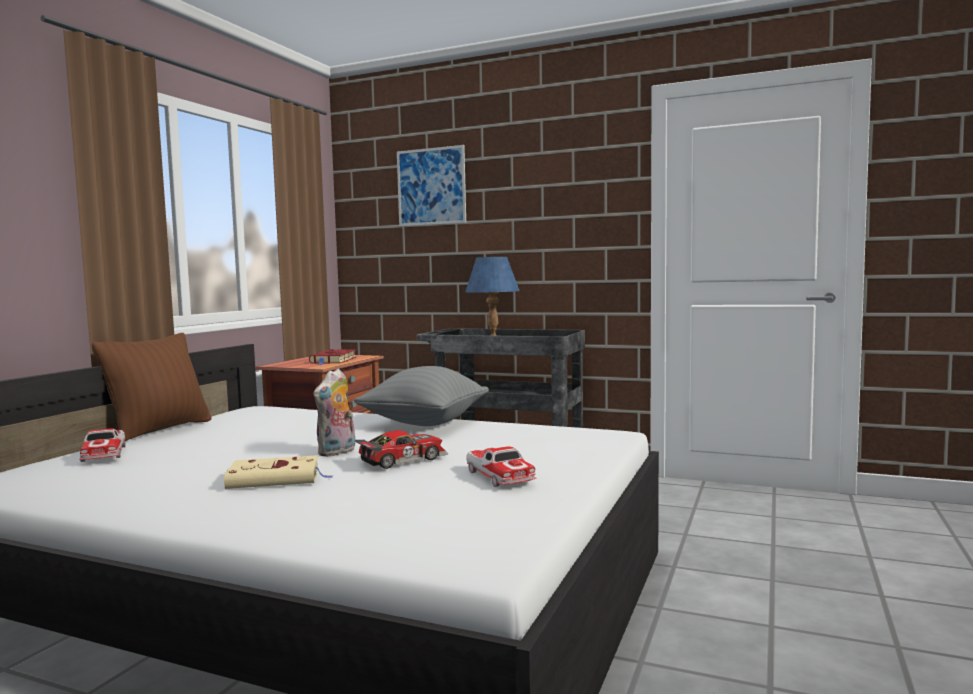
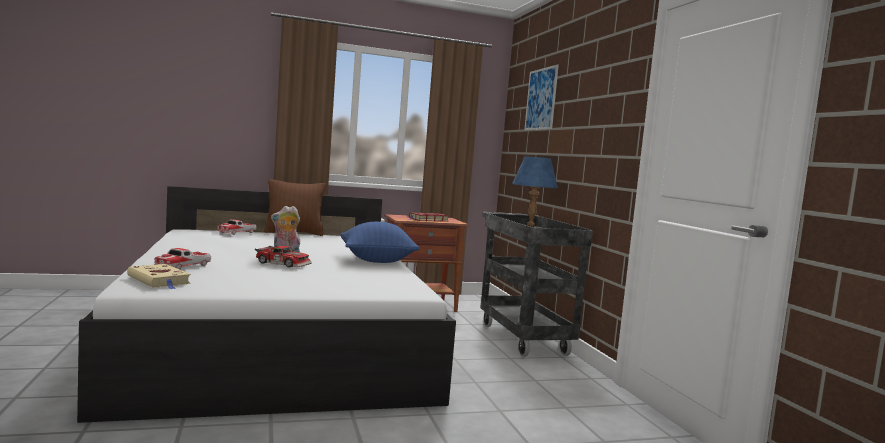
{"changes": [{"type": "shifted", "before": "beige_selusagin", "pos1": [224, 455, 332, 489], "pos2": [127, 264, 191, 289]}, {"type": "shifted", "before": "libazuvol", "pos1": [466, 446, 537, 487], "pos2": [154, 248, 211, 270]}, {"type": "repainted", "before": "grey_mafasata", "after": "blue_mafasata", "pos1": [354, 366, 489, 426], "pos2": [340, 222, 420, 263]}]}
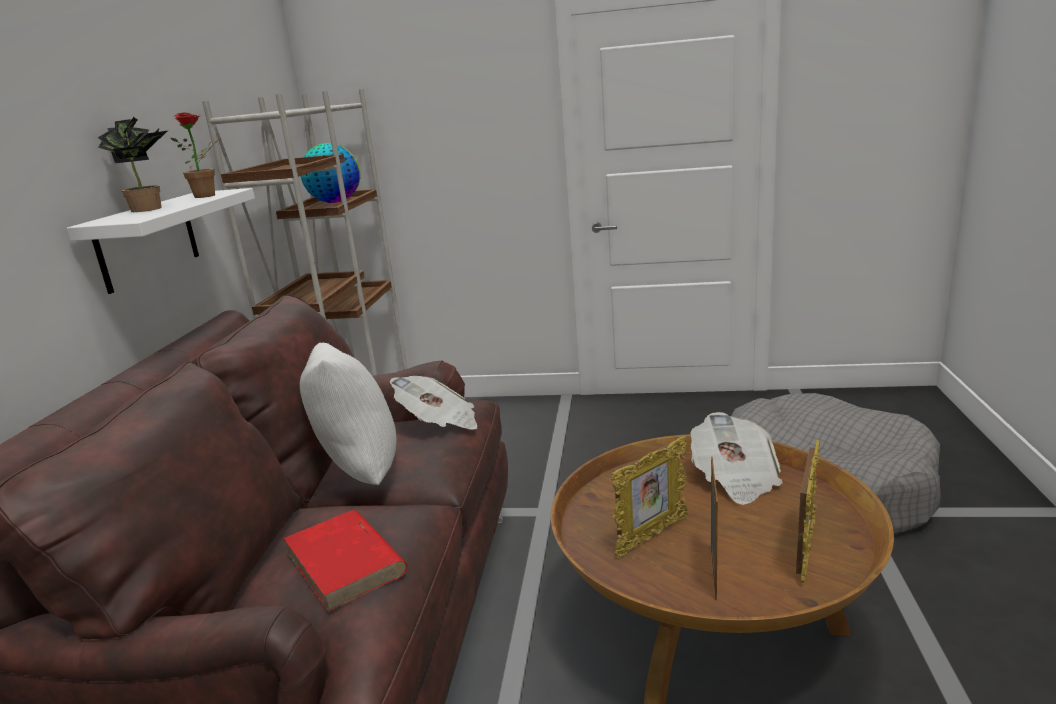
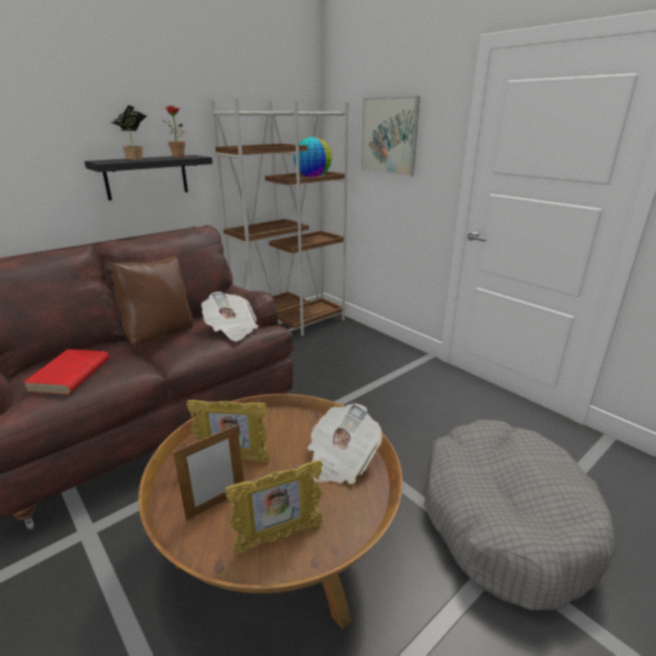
{"changes": [{"type": "new", "after": "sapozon", "pos2": [361, 96, 420, 176]}, {"type": "repainted", "before": "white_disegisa", "after": "black_disegisa", "pos1": [67, 188, 255, 294], "pos2": [84, 155, 213, 201]}, {"type": "repainted", "before": "white_mafasata", "after": "brown_mafasata", "pos1": [300, 343, 396, 485], "pos2": [112, 256, 193, 345]}]}
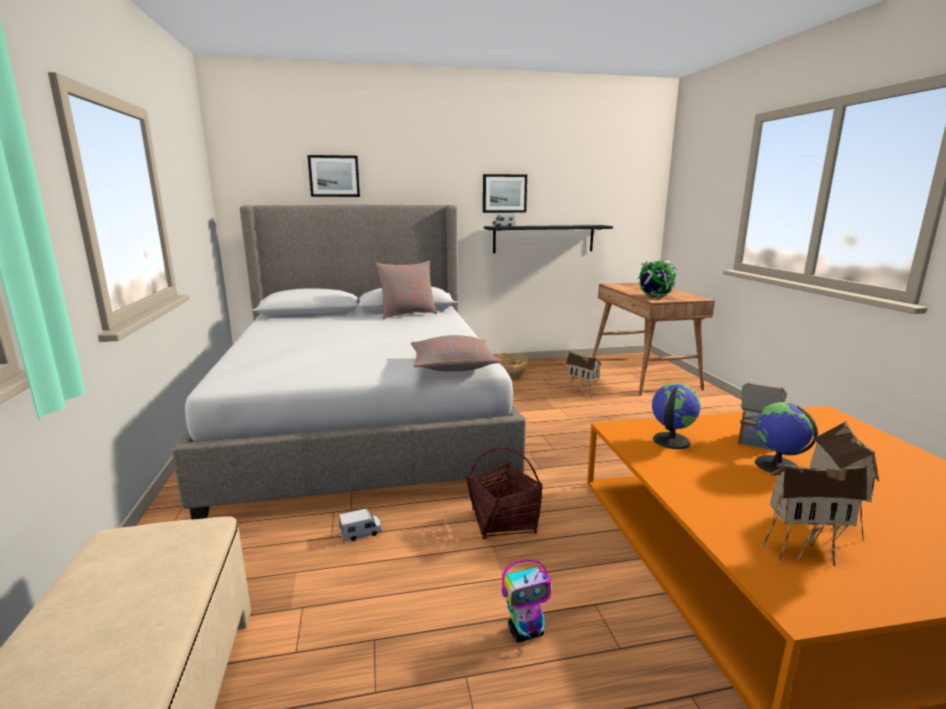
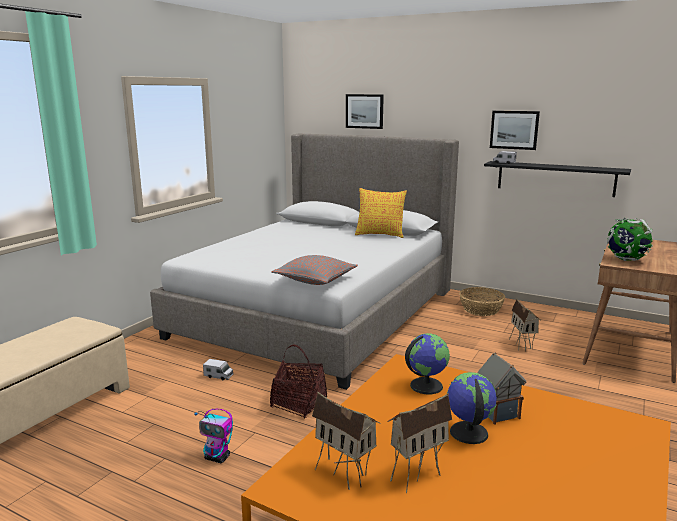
{"changes": [{"type": "repainted", "before": "grey_mafasata", "after": "yellow_mafasata", "pos1": [376, 261, 437, 319], "pos2": [355, 188, 407, 238]}]}
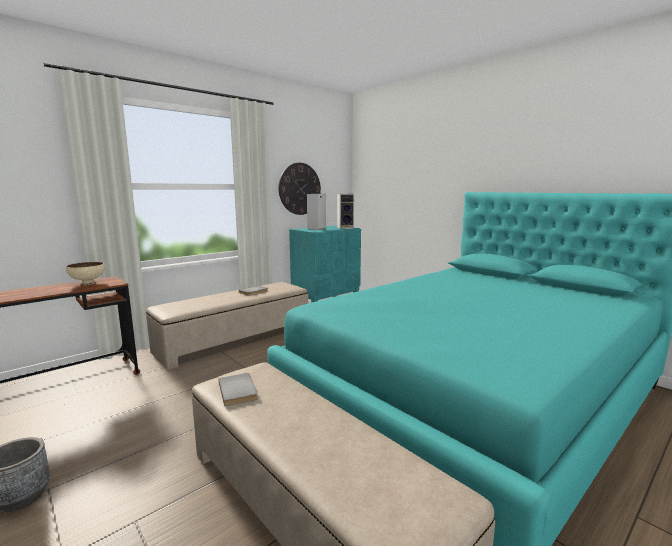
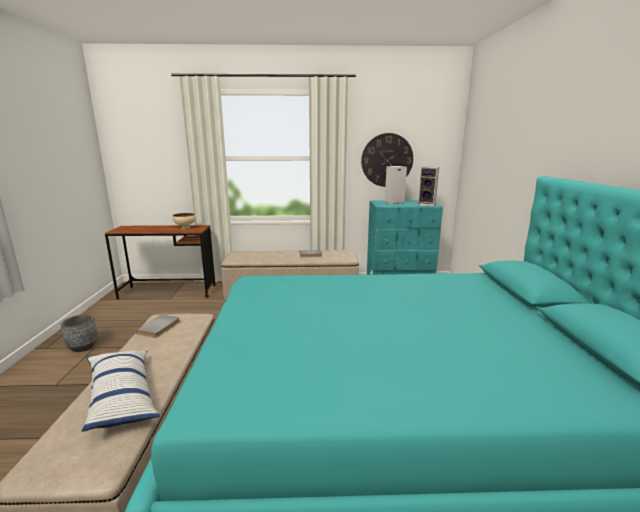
{"changes": [{"type": "new", "after": "mafasata", "pos2": [82, 351, 160, 432]}]}
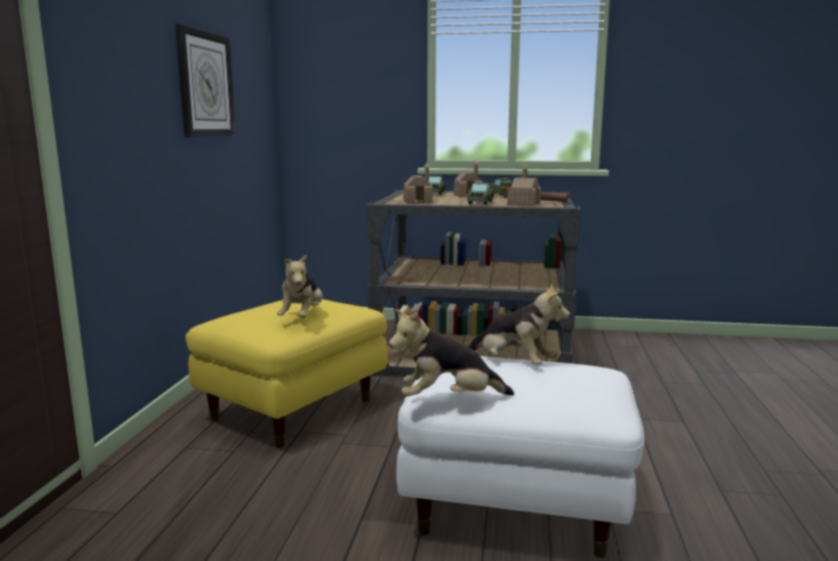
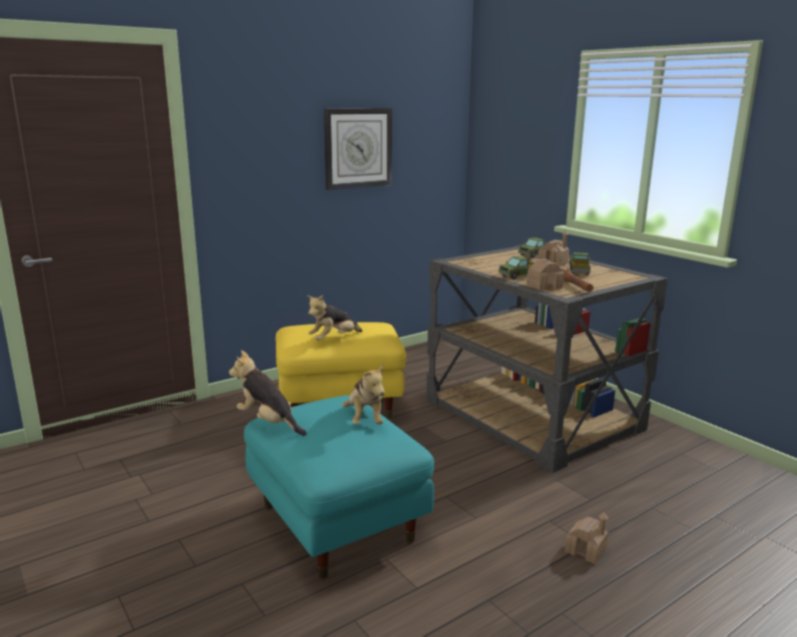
{"changes": [{"type": "shifted", "before": "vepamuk", "pos1": [403, 163, 433, 203], "pos2": [565, 512, 609, 564]}, {"type": "repainted", "before": "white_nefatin", "after": "turquoise_nefatin", "pos1": [396, 356, 644, 558], "pos2": [244, 395, 434, 579]}]}
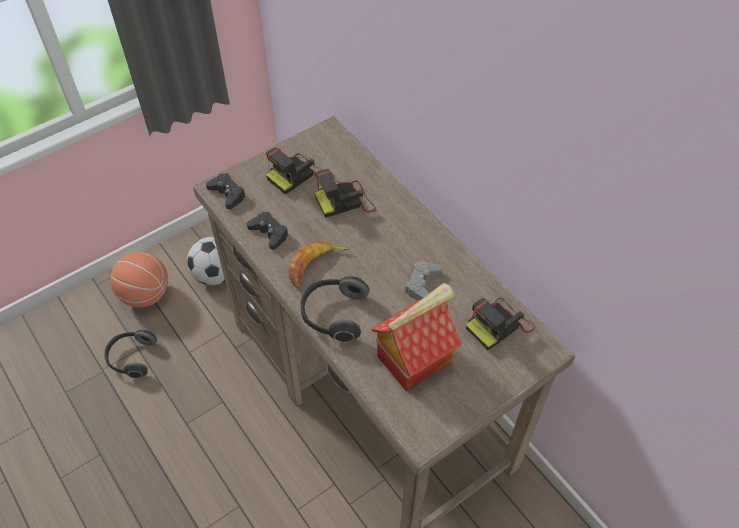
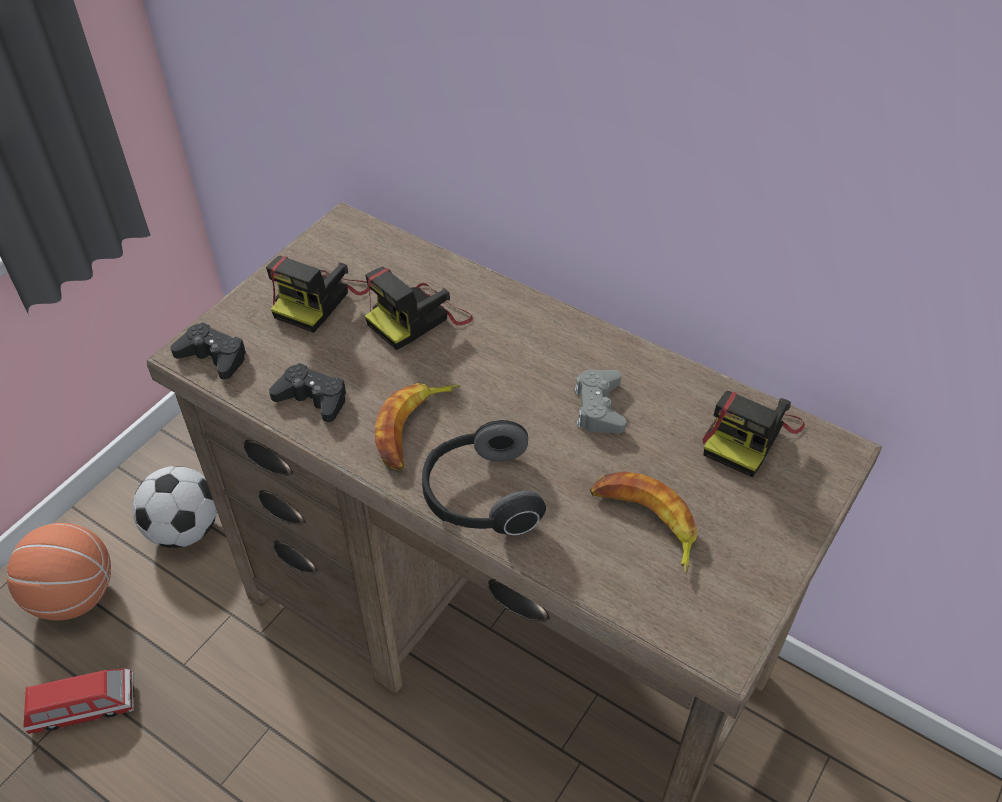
{"changes": [{"type": "swapped", "before": "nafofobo", "after": "libazuvol", "pos1": [104, 329, 157, 378], "pos2": [24, 666, 134, 735]}, {"type": "swapped", "before": "vepamuk", "after": "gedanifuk", "pos1": [371, 283, 461, 391], "pos2": [590, 471, 698, 574]}]}
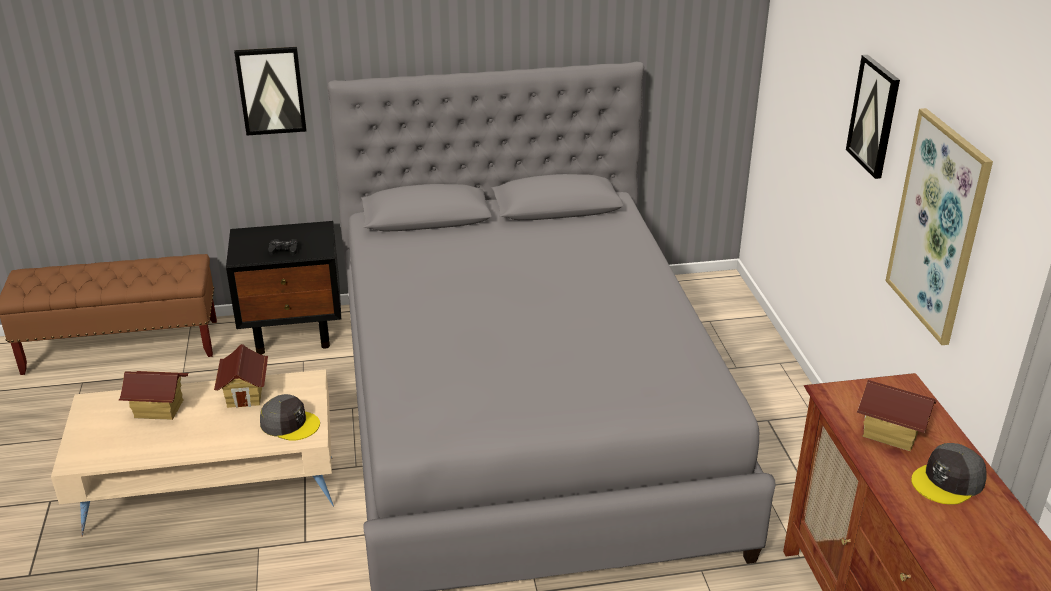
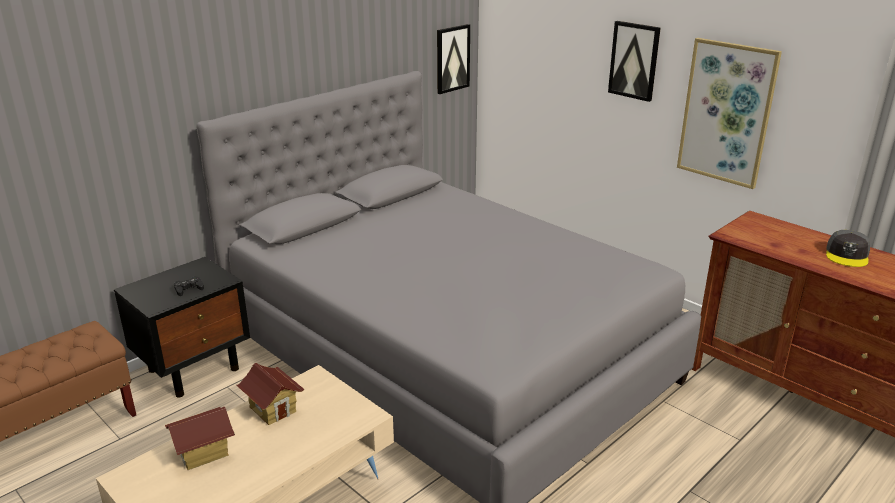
{"changes": [{"type": "gone", "before": "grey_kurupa", "pos1": [260, 394, 320, 441]}, {"type": "gone", "before": "vepamuk", "pos1": [857, 380, 937, 451]}, {"type": "shifted", "before": "sapozon", "pos1": [234, 47, 306, 135], "pos2": [437, 24, 470, 94]}]}
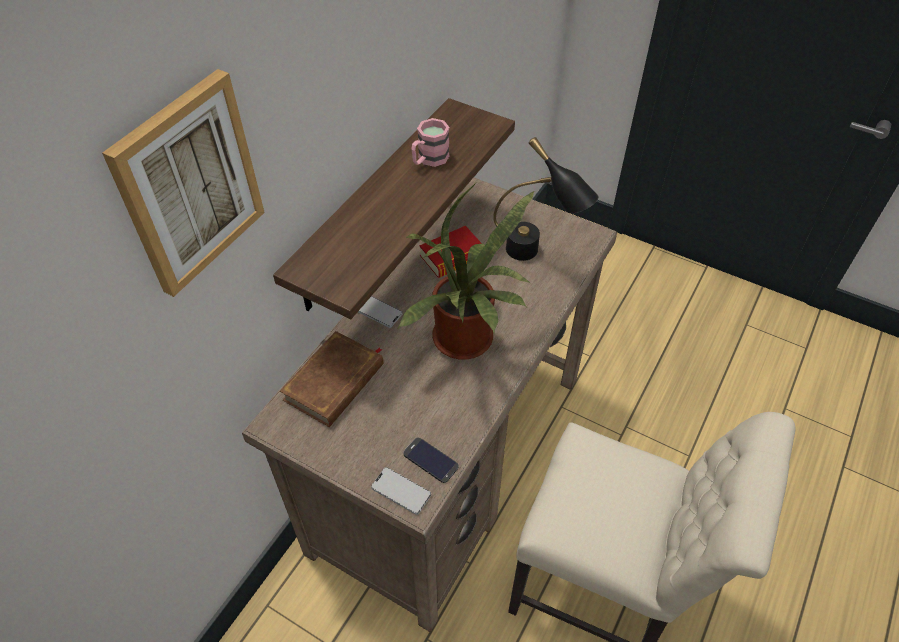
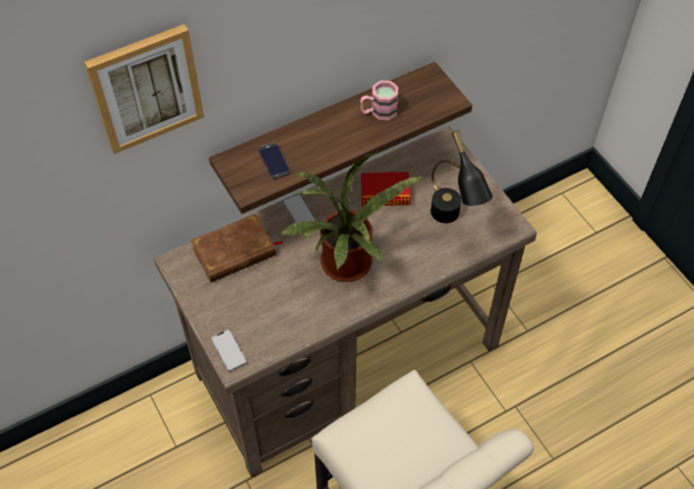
{"changes": [{"type": "shifted", "before": "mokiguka", "pos1": [403, 437, 459, 483], "pos2": [258, 142, 290, 179]}]}
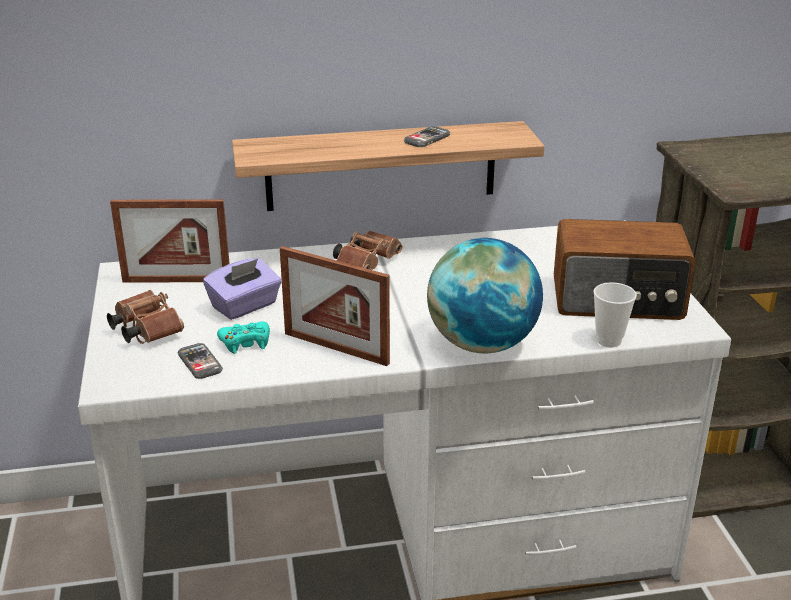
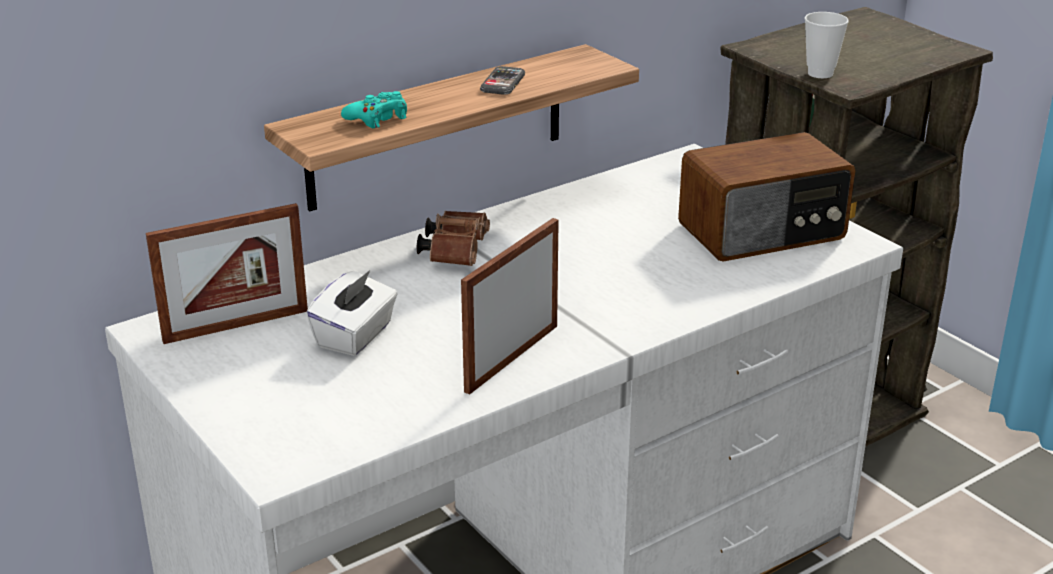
{"changes": [{"type": "gone", "before": "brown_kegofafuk", "pos1": [107, 290, 184, 344]}, {"type": "gone", "before": "mokiguka", "pos1": [178, 343, 223, 379]}, {"type": "gone", "before": "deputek", "pos1": [427, 238, 543, 353]}, {"type": "shifted", "before": "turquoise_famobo", "pos1": [217, 321, 270, 354], "pos2": [341, 91, 407, 128]}, {"type": "shifted", "before": "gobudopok", "pos1": [593, 282, 637, 348], "pos2": [805, 12, 849, 78]}, {"type": "repainted", "before": "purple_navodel", "after": "white_navodel", "pos1": [203, 258, 282, 320], "pos2": [306, 270, 398, 356]}, {"type": "rotated", "before": "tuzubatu", "pos1": [280, 246, 390, 366], "pos2": [461, 218, 559, 394], "turn": 120}]}
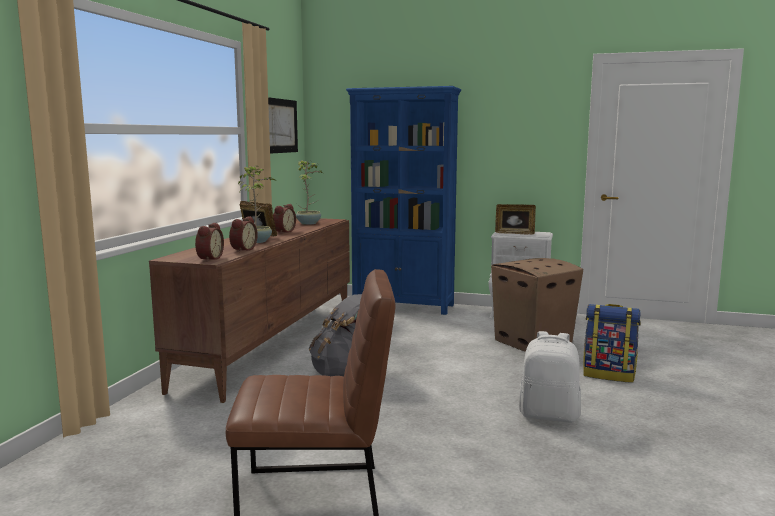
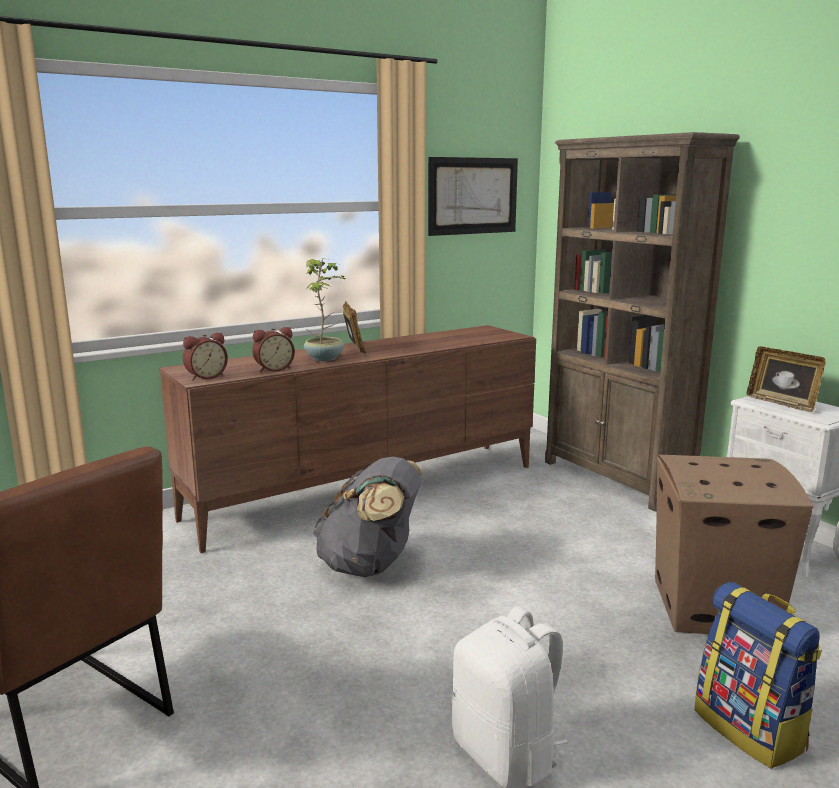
{"changes": [{"type": "gone", "before": "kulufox", "pos1": [273, 204, 296, 234]}, {"type": "gone", "before": "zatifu", "pos1": [296, 160, 323, 225]}, {"type": "repainted", "before": "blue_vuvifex", "after": "brown_vuvifex", "pos1": [346, 86, 461, 315], "pos2": [545, 132, 740, 511]}]}
